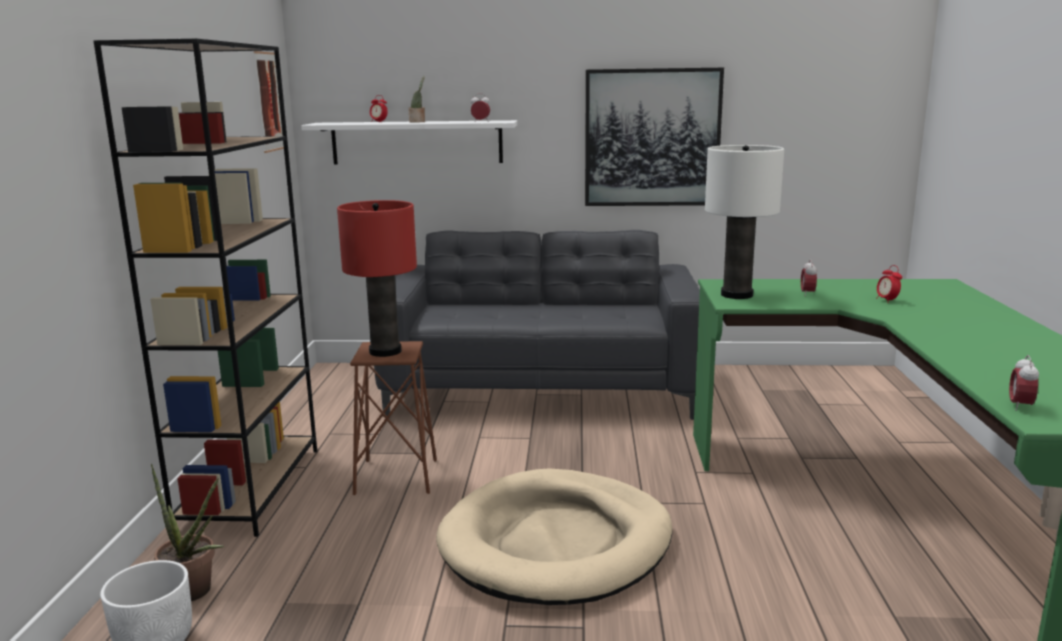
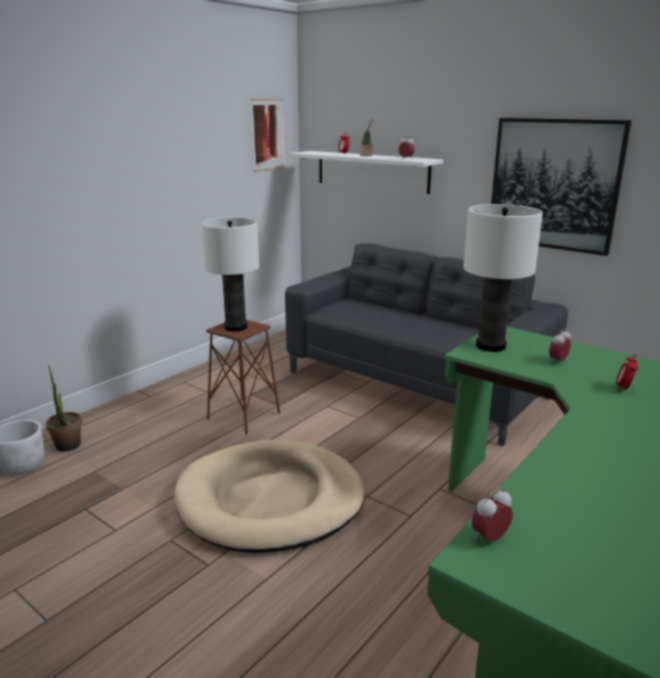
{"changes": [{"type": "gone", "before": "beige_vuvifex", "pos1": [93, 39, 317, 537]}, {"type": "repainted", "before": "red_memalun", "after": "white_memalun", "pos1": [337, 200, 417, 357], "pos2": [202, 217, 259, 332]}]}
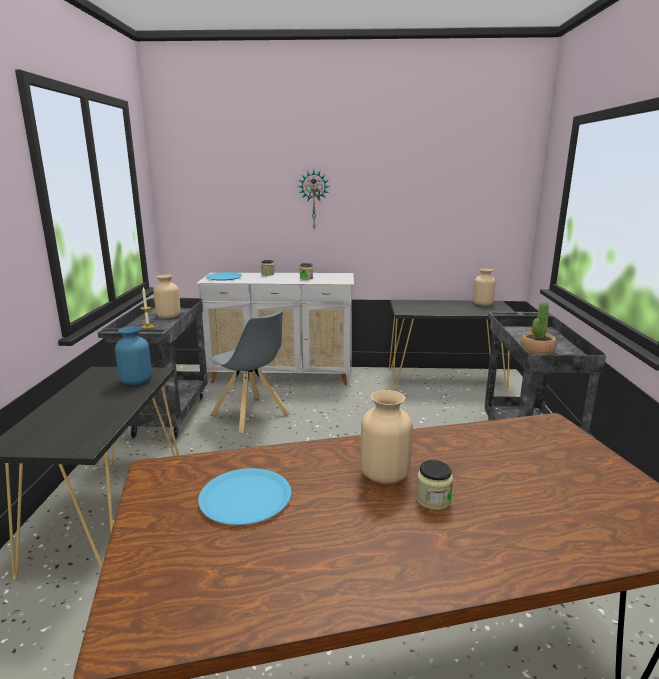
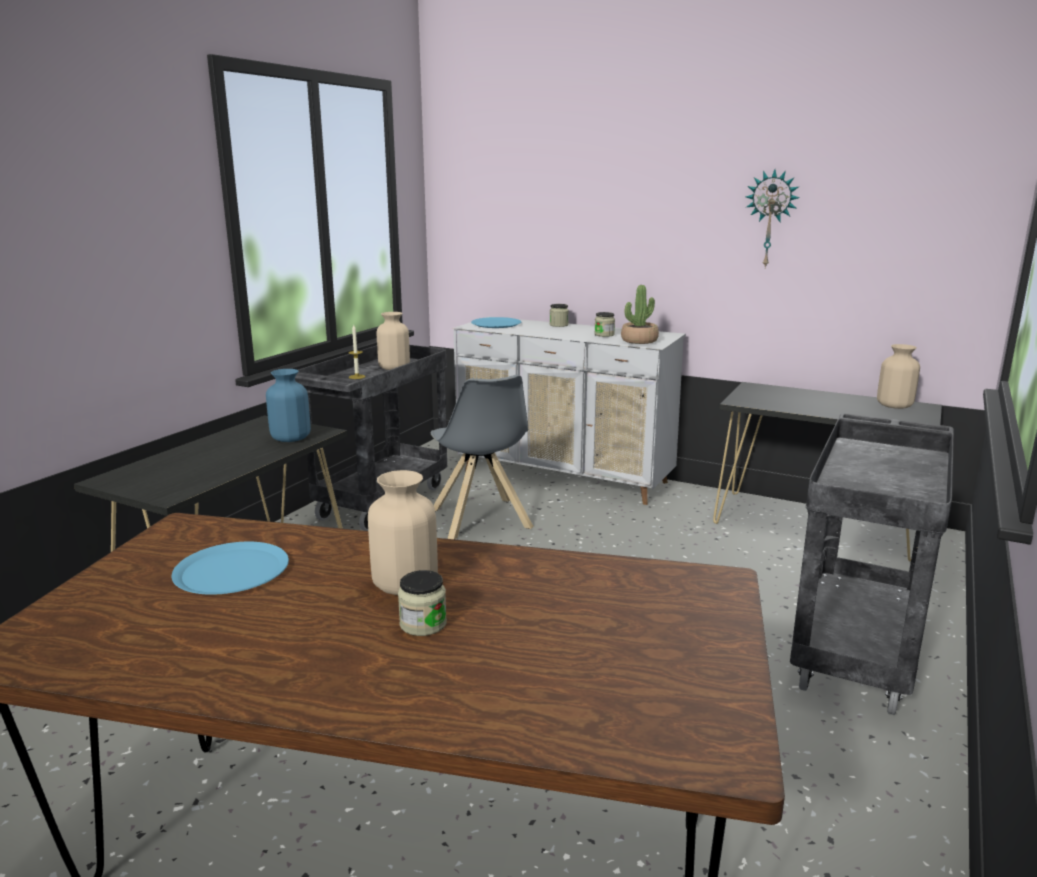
{"changes": [{"type": "shifted", "before": "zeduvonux", "pos1": [297, 170, 330, 229], "pos2": [745, 170, 800, 268]}, {"type": "shifted", "before": "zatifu", "pos1": [520, 301, 557, 355], "pos2": [621, 285, 659, 344]}]}
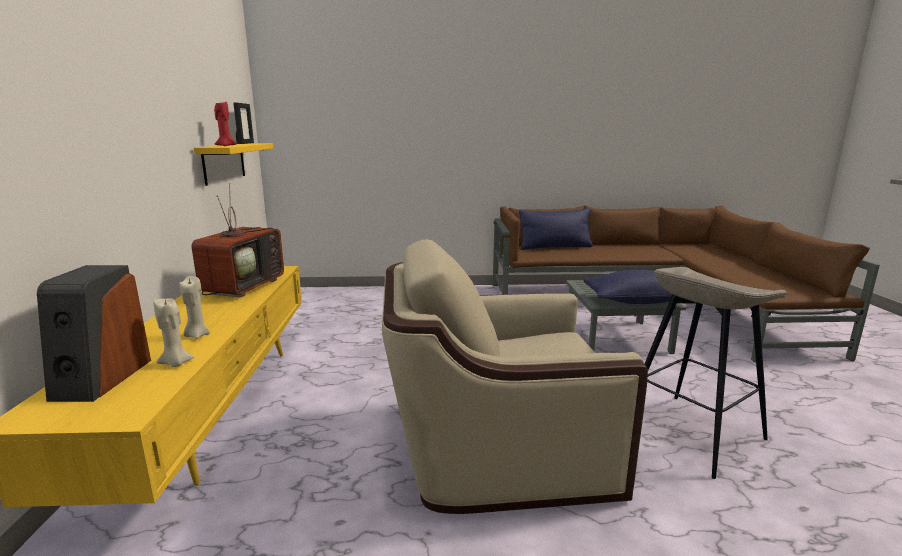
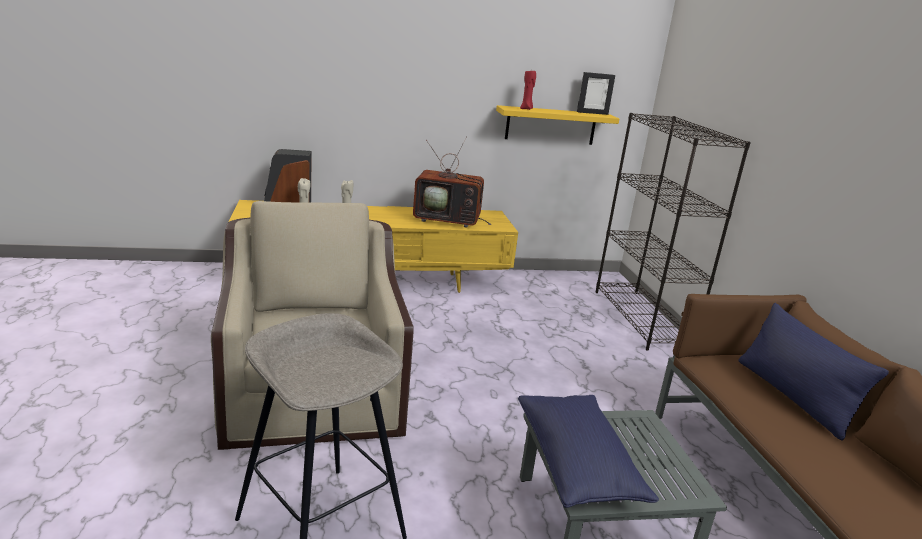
{"changes": [{"type": "new", "after": "black_vuvifex", "pos2": [595, 113, 751, 351]}]}
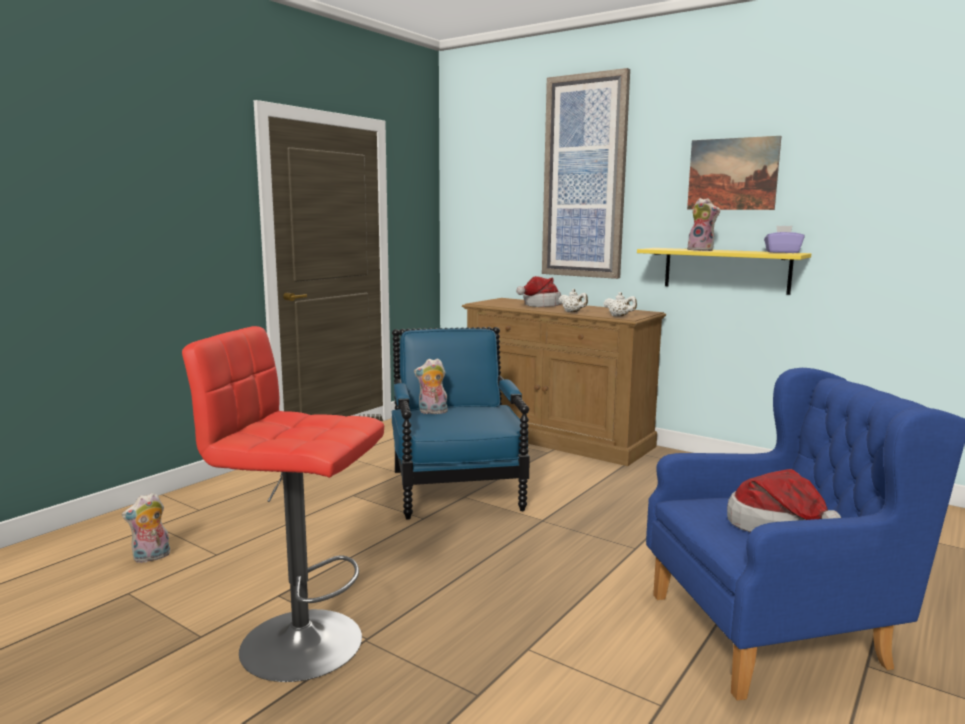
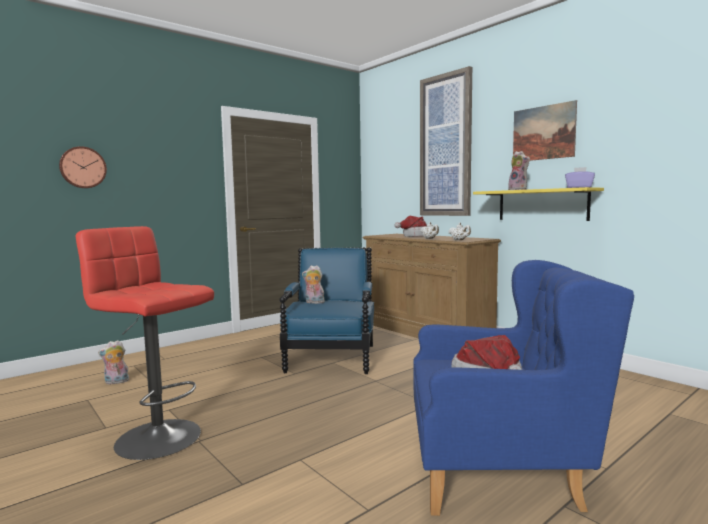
{"changes": [{"type": "new", "after": "zeduvonux", "pos2": [59, 146, 107, 188]}]}
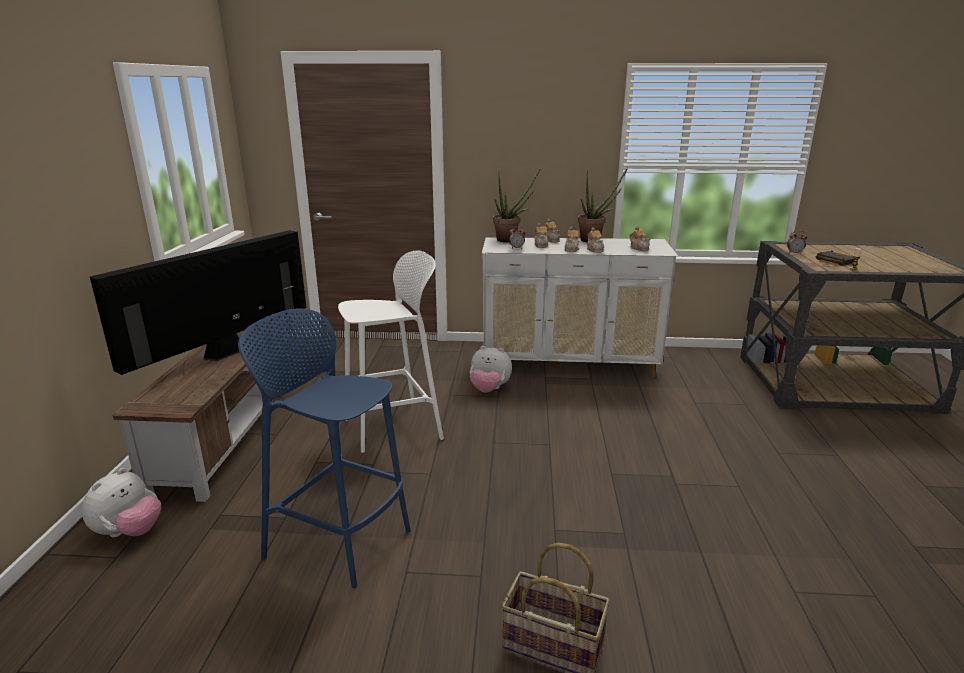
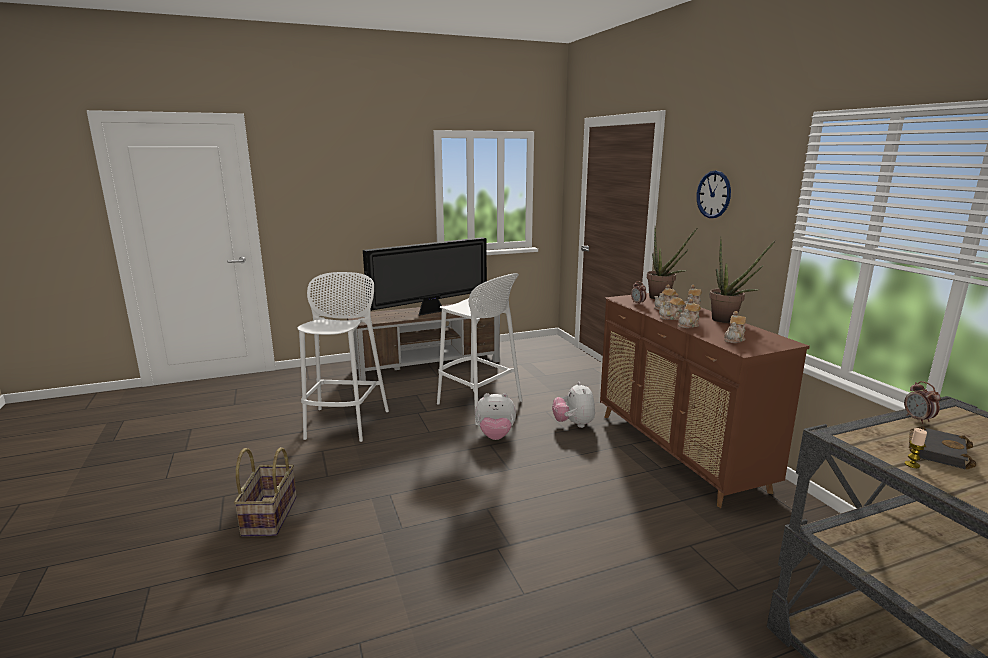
{"changes": [{"type": "new", "after": "zeduvonux", "pos2": [697, 171, 731, 218]}, {"type": "shifted", "before": "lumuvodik", "pos1": [82, 468, 161, 537], "pos2": [475, 393, 516, 440]}, {"type": "repainted", "before": "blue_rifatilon", "after": "white_rifatilon", "pos1": [238, 309, 411, 588], "pos2": [298, 272, 389, 442]}, {"type": "repainted", "before": "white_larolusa", "after": "brown_larolusa", "pos1": [482, 237, 678, 378], "pos2": [600, 293, 810, 508]}, {"type": "rotated", "before": "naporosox", "pos1": [90, 230, 306, 375], "pos2": [363, 237, 487, 316], "turn": 135}]}
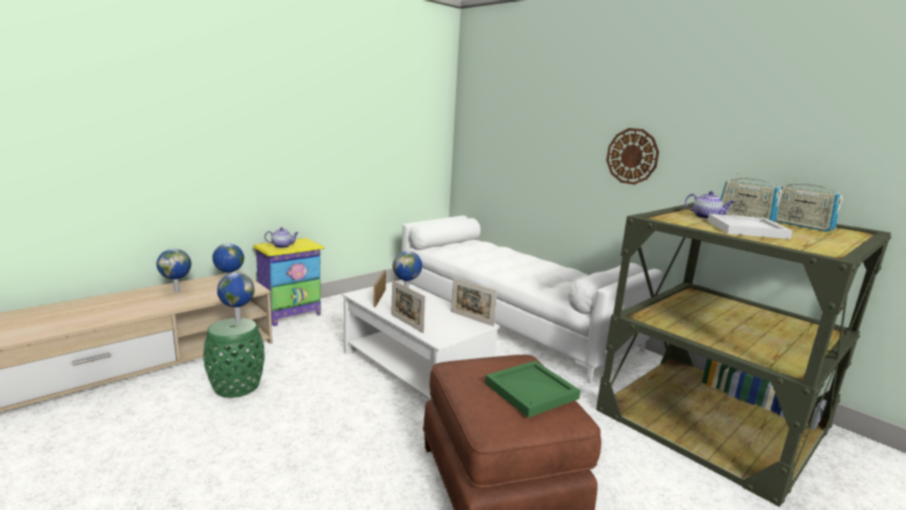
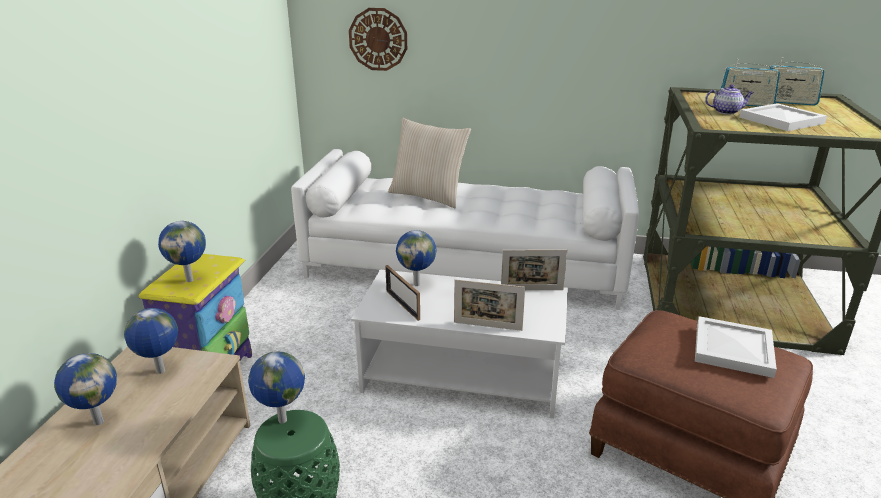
{"changes": [{"type": "new", "after": "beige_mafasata", "pos2": [388, 118, 471, 209]}, {"type": "shifted", "before": "zeduvonux", "pos1": [606, 128, 659, 185], "pos2": [349, 8, 407, 71]}, {"type": "swapped", "before": "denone", "after": "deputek", "pos1": [265, 227, 299, 248], "pos2": [158, 221, 206, 282]}, {"type": "repainted", "before": "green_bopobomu", "after": "white_bopobomu", "pos1": [485, 361, 581, 418], "pos2": [695, 316, 777, 378]}]}
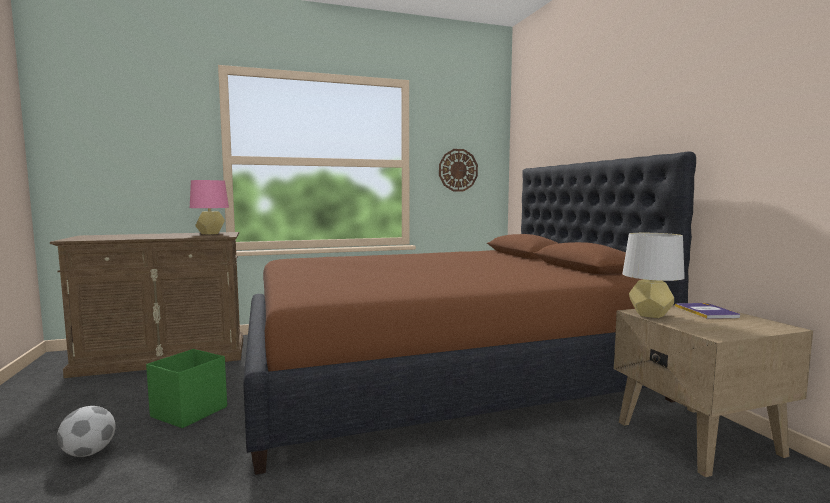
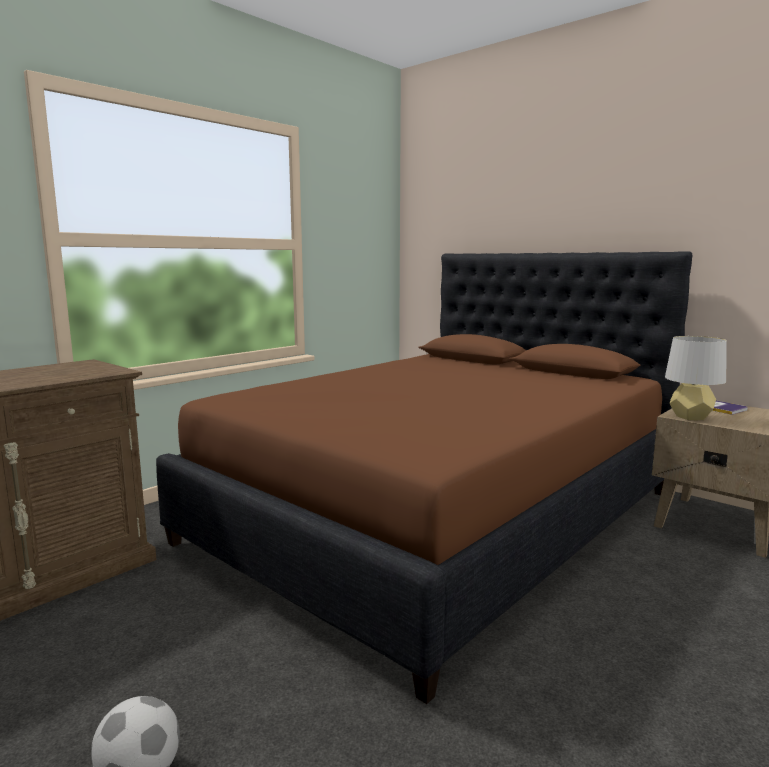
{"changes": [{"type": "gone", "before": "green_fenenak", "pos1": [146, 349, 227, 428]}, {"type": "gone", "before": "pink_memalun", "pos1": [190, 180, 229, 235]}, {"type": "gone", "before": "zeduvonux", "pos1": [439, 149, 478, 192]}]}
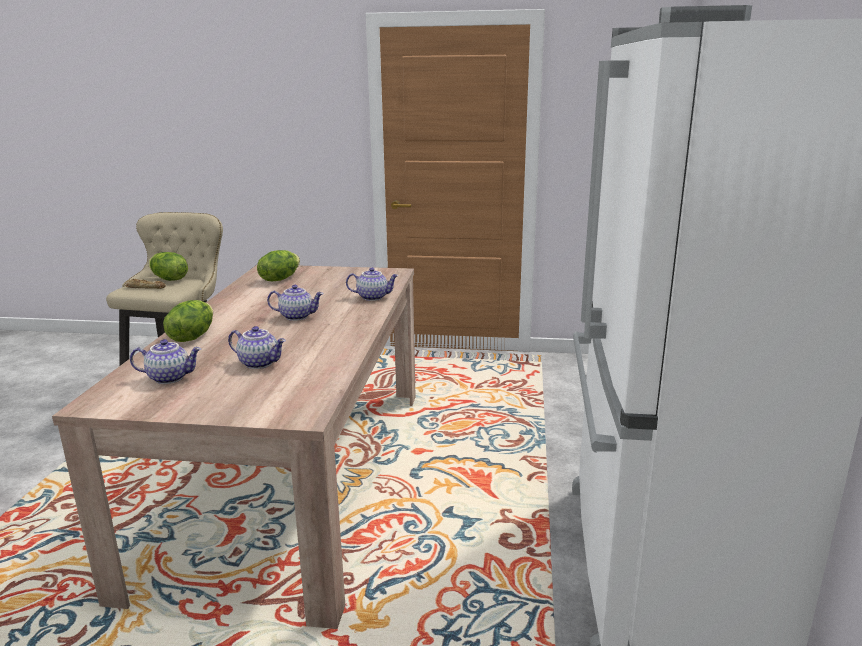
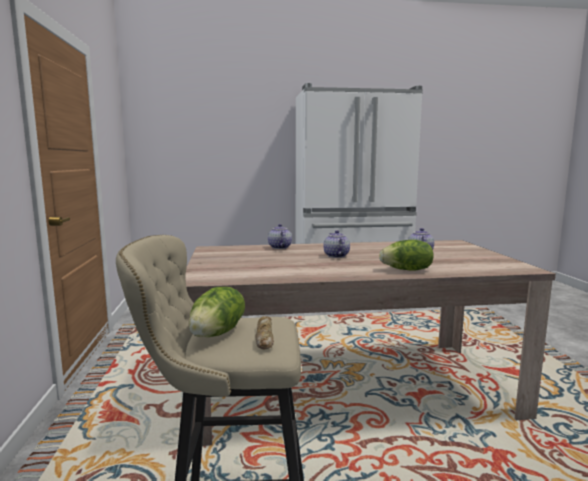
{"changes": [{"type": "gone", "before": "denone", "pos1": [130, 339, 201, 384]}, {"type": "gone", "before": "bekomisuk", "pos1": [257, 250, 300, 281]}]}
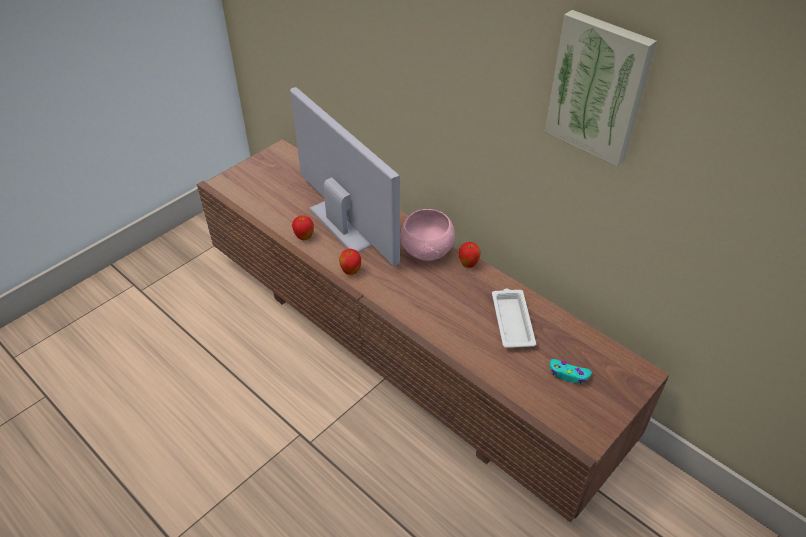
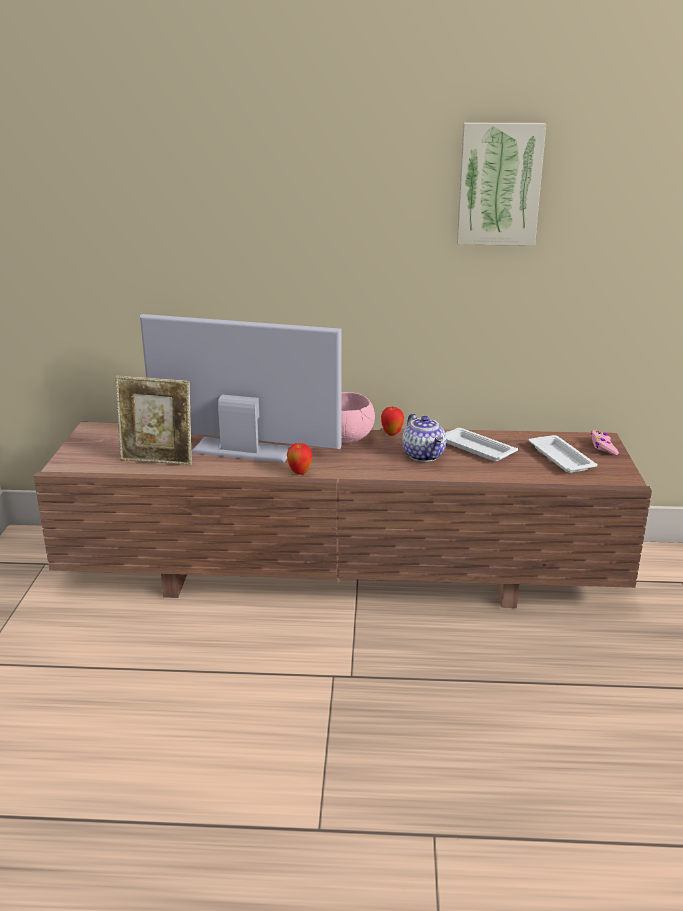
{"changes": [{"type": "gone", "before": "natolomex", "pos1": [292, 215, 314, 240]}, {"type": "new", "after": "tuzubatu", "pos2": [115, 375, 192, 465]}, {"type": "new", "after": "denone", "pos2": [402, 413, 446, 462]}, {"type": "new", "after": "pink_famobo", "pos2": [591, 430, 619, 455]}, {"type": "swapped", "before": "turquoise_famobo", "after": "white_bopobomu", "pos1": [550, 359, 592, 383], "pos2": [529, 435, 597, 473]}]}
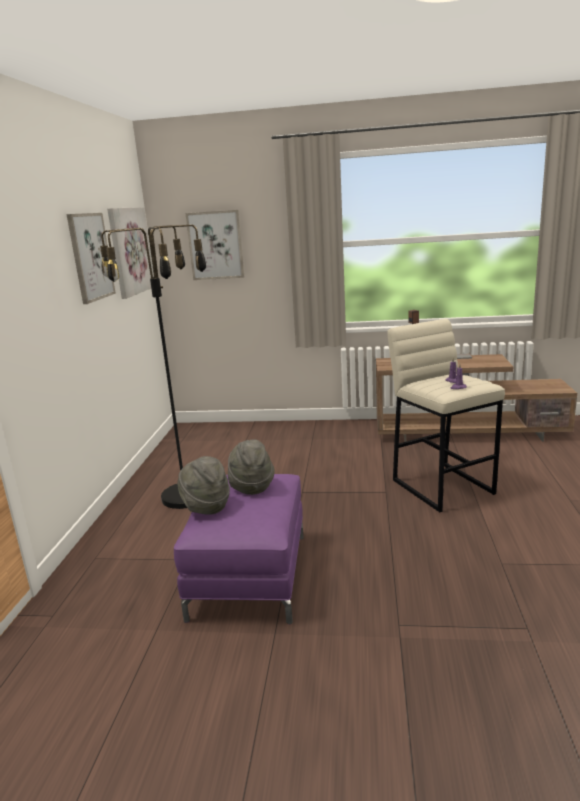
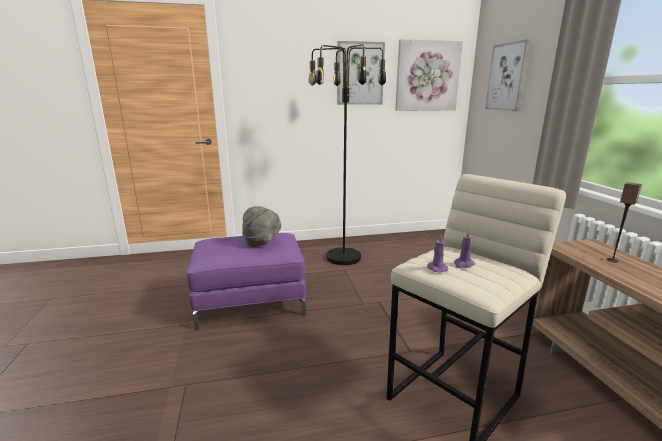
{"changes": [{"type": "gone", "before": "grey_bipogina", "pos1": [177, 456, 230, 515]}]}
